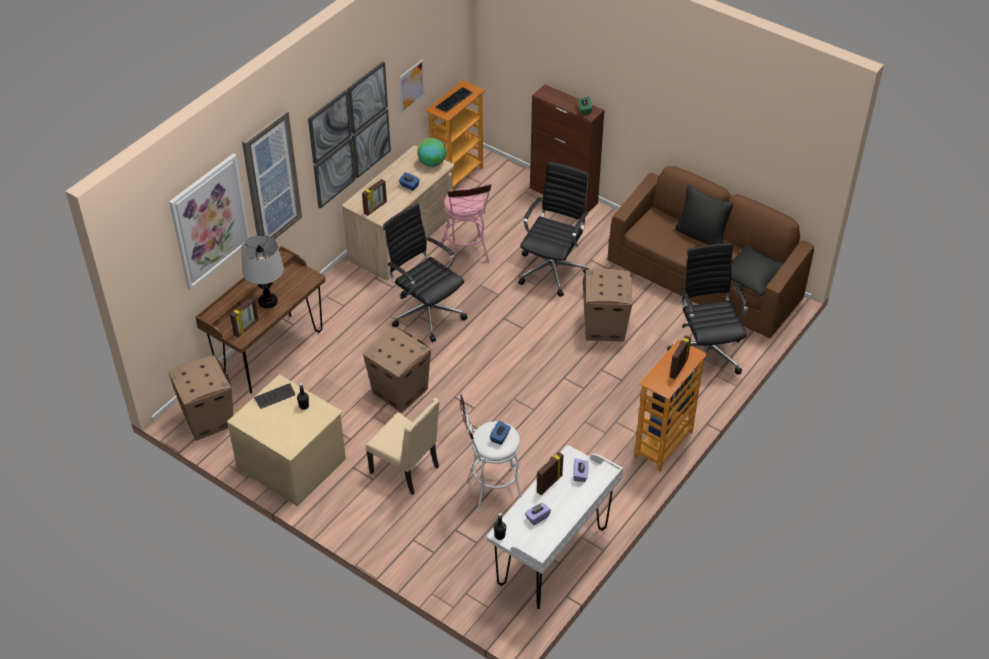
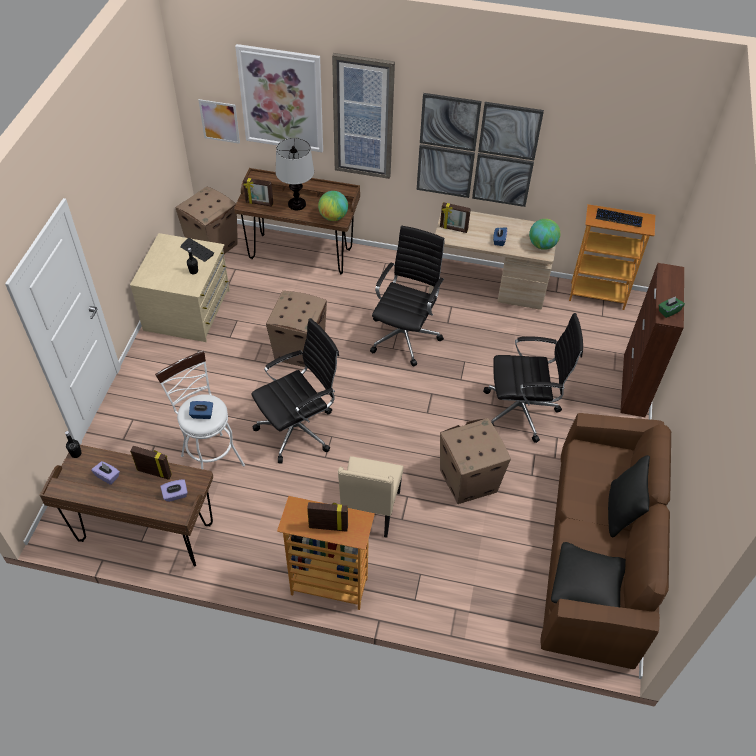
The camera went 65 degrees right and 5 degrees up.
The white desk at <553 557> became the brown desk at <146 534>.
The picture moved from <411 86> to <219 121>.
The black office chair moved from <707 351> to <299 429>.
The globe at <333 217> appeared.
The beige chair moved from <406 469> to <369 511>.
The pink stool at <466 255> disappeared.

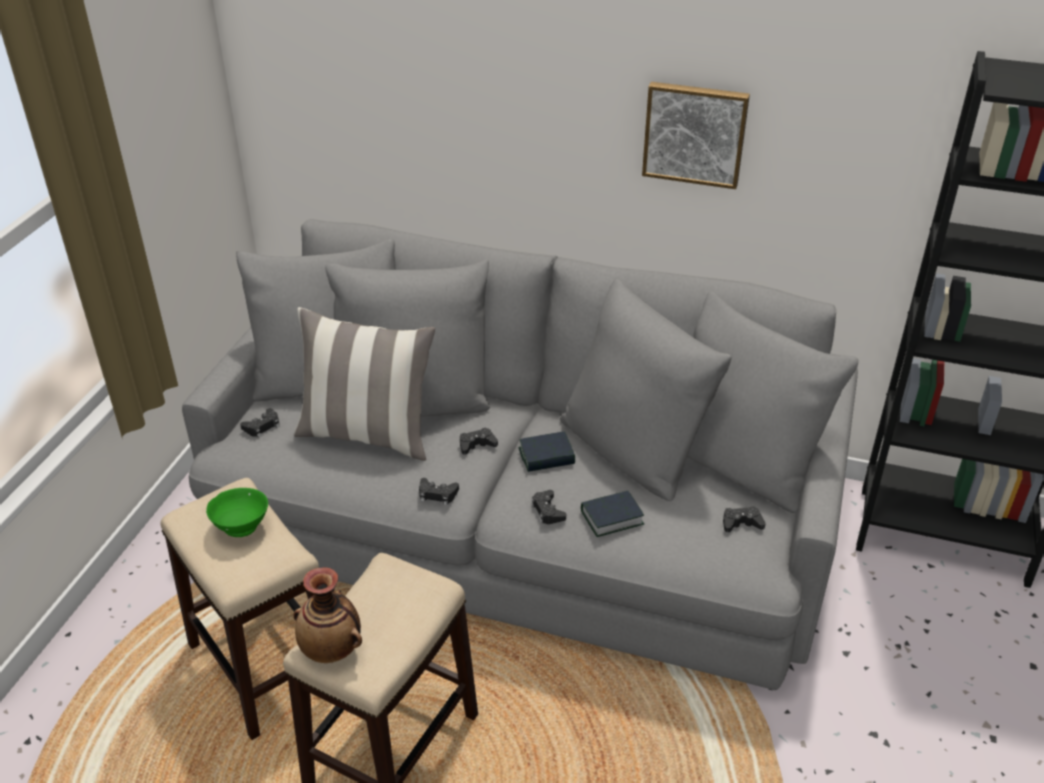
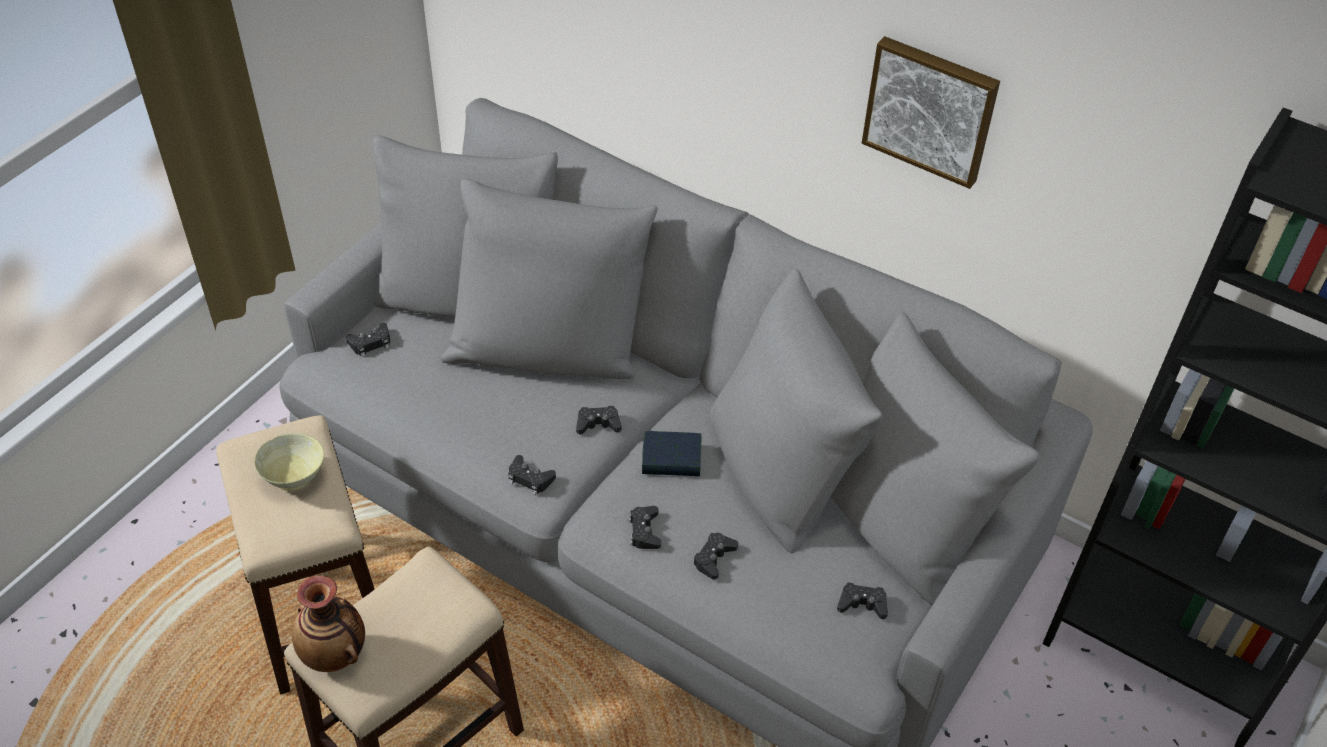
The camera went 15 degrees right and 10 degrees up.
The green bowl at <242 526> became the beige bowl at <295 477>.
The book at <611 518> was replaced by the black game controller at <714 558>.
The pillow at <367 435> disappeared.

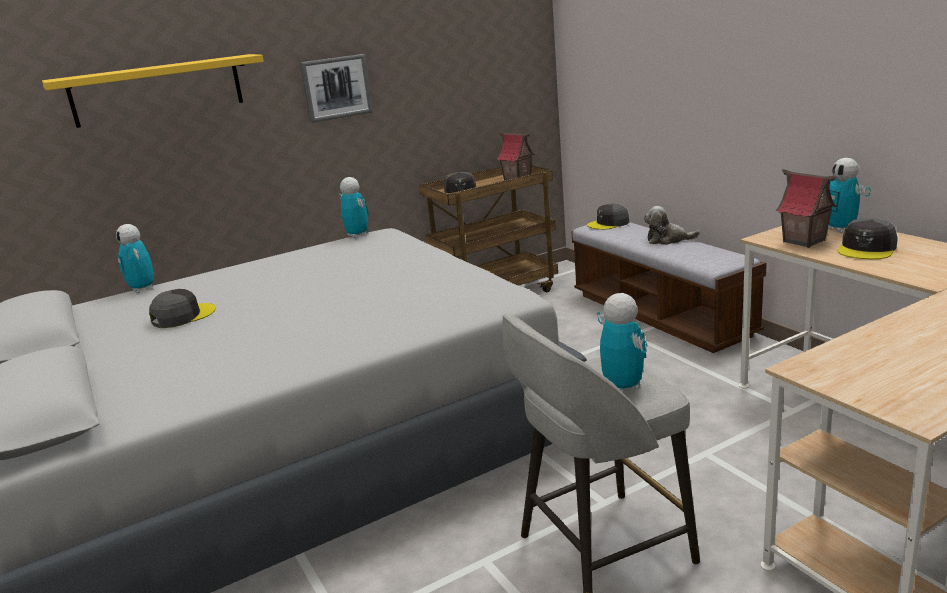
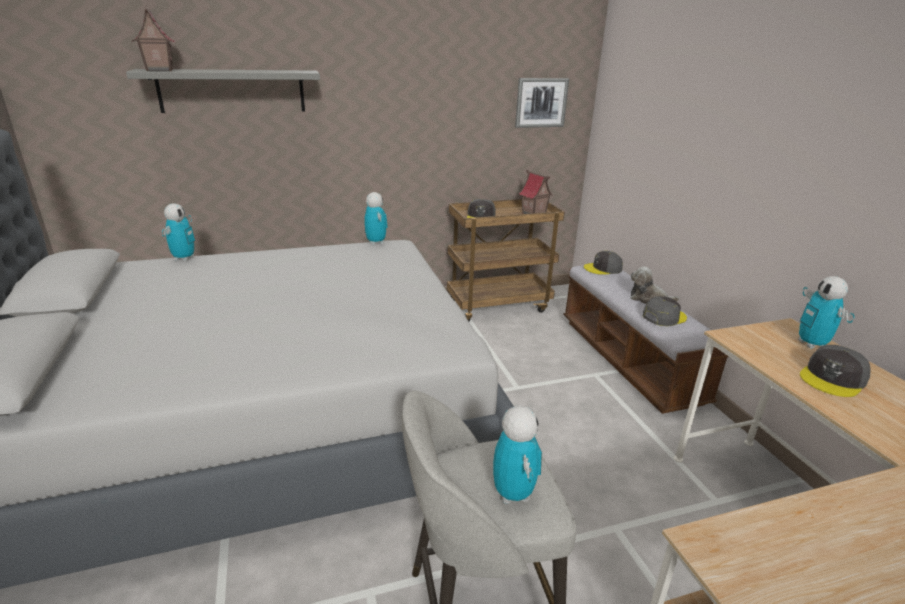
The camera went 10 degrees right and 5 degrees up.
The yellow shelf at <157 90> became the grey shelf at <232 91>.
The toy house moved from <803 241> to <159 70>.
The toy robot at <142 289> turned 150 degrees counterclockwise.
The picture moved from <336 88> to <541 102>.
The grey cap moved from <183 316> to <663 317>.

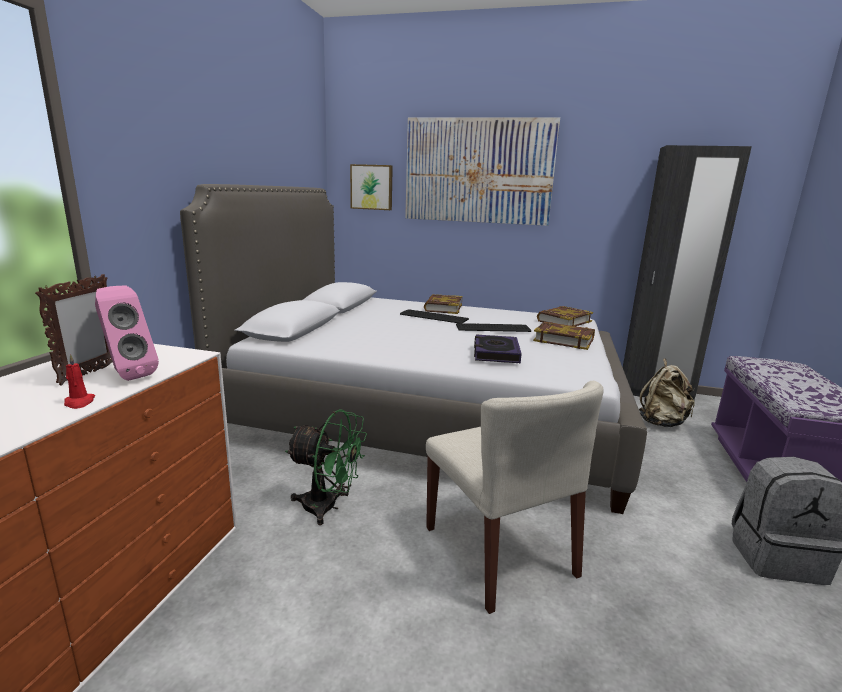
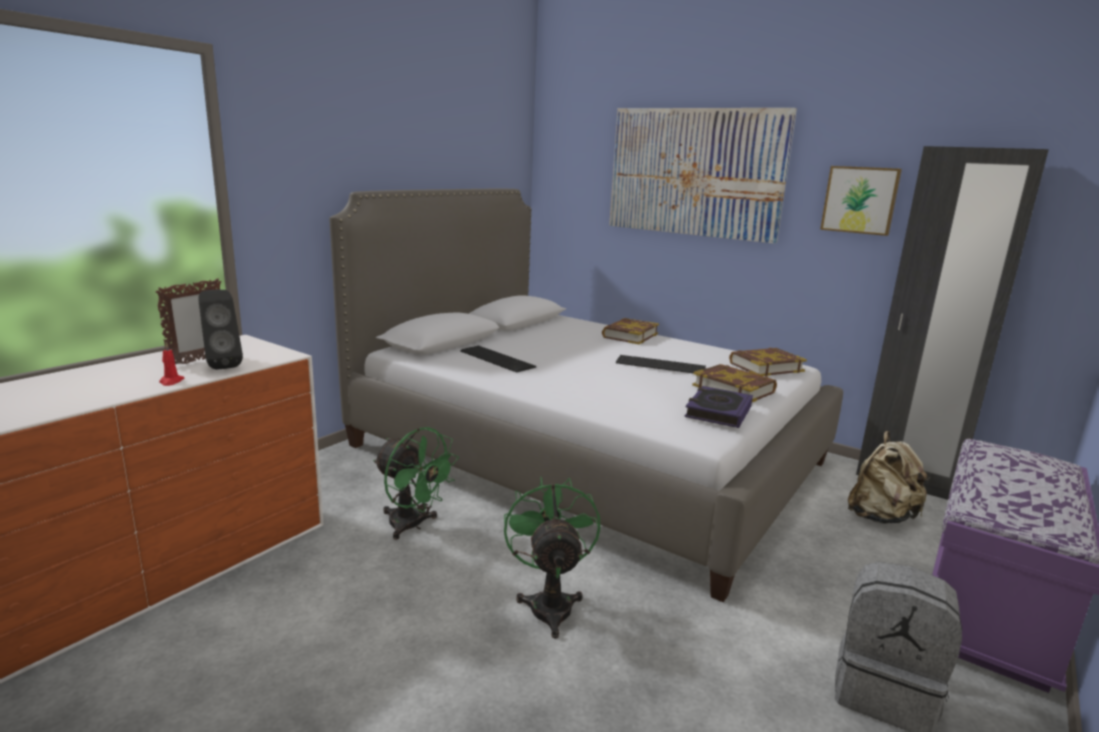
The camera went 20 degrees right and 0 degrees up.
The pink speaker at <127 375> became the black speaker at <222 365>.
The keyboard moved from <433 316> to <497 358>.
The beige chair at <500 551> was replaced by the green fan at <550 603>.
The book moved from <496 353> to <718 412>.
The picture moved from <372 187> to <860 200>.

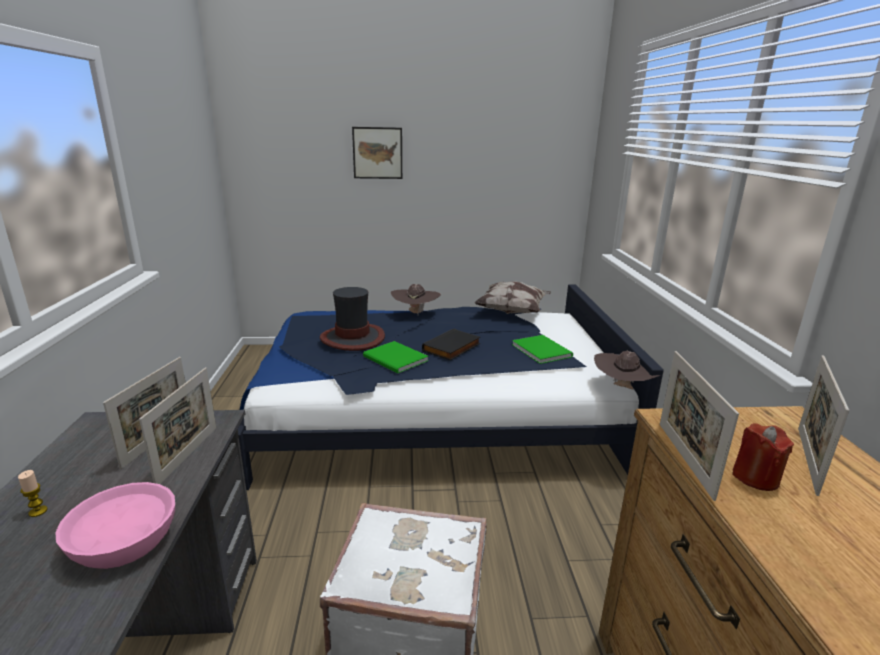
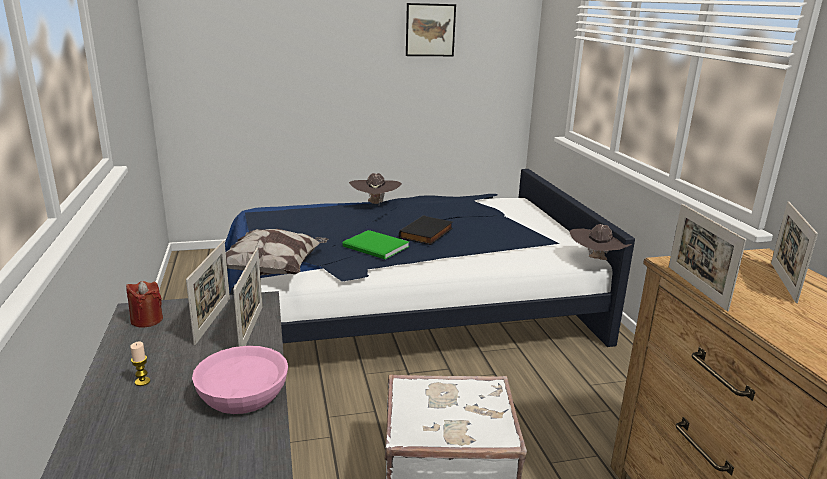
The camera went 10 degrees left and 0 degrees up.
The red candle moved from <755 477> to <147 320>.
The pillow moved from <513 311> to <274 270>.
The picture moved from <377 153> to <430 30>.
The hat at <353 338> disappeared.
The green book at <541 350> disappeared.

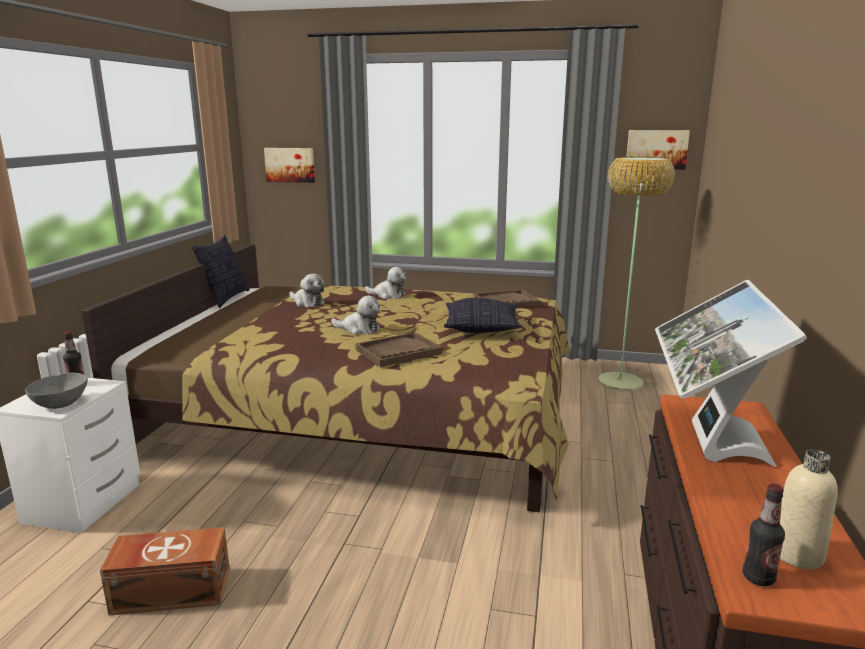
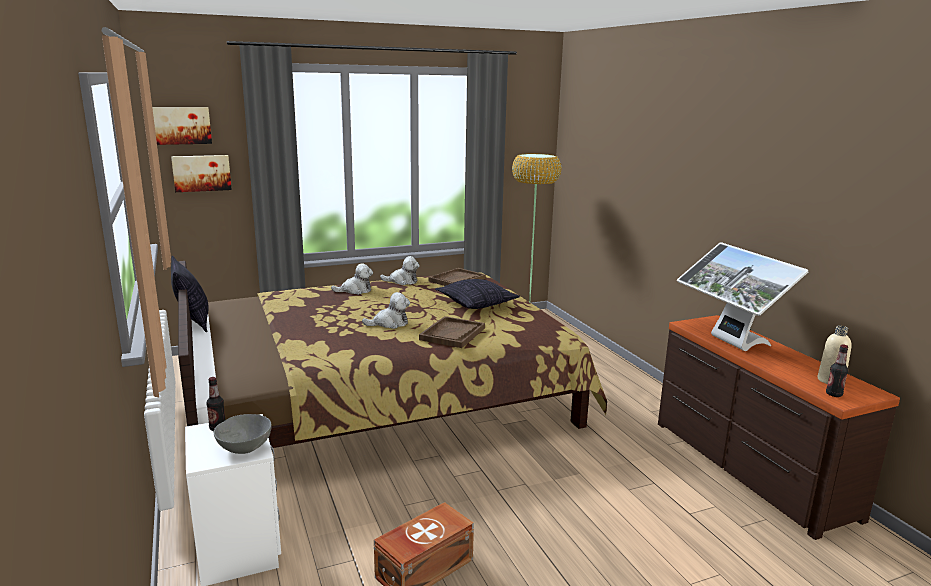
The camera went 35 degrees left and 0 degrees up.
The picture moved from <656 149> to <181 125>.
The plush toy moved from <307 303> to <402 281>.

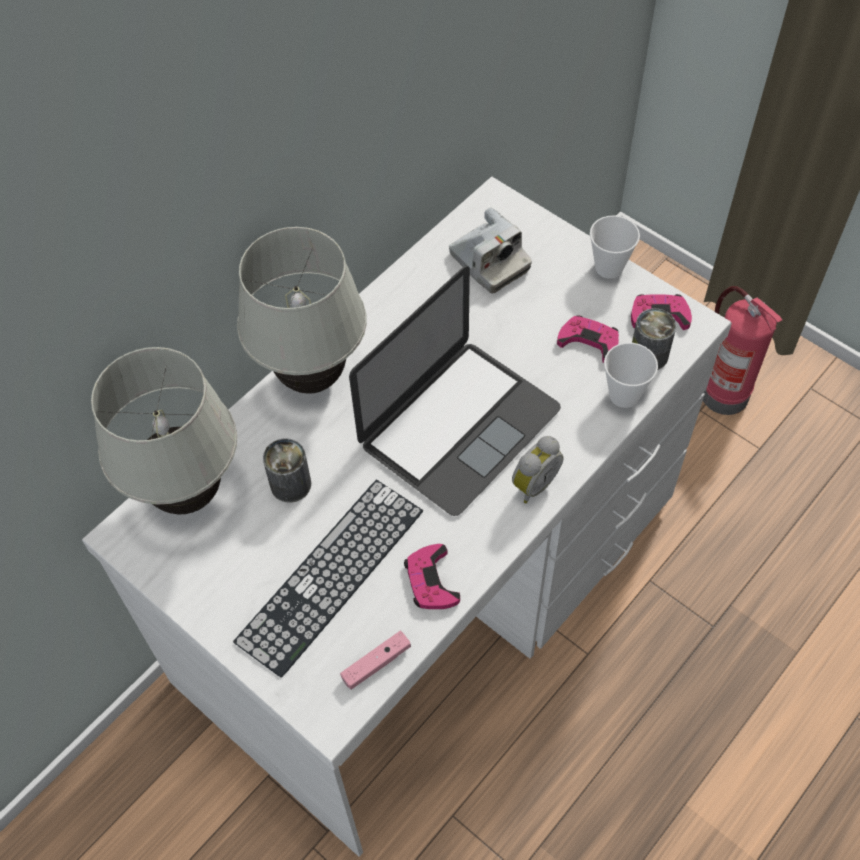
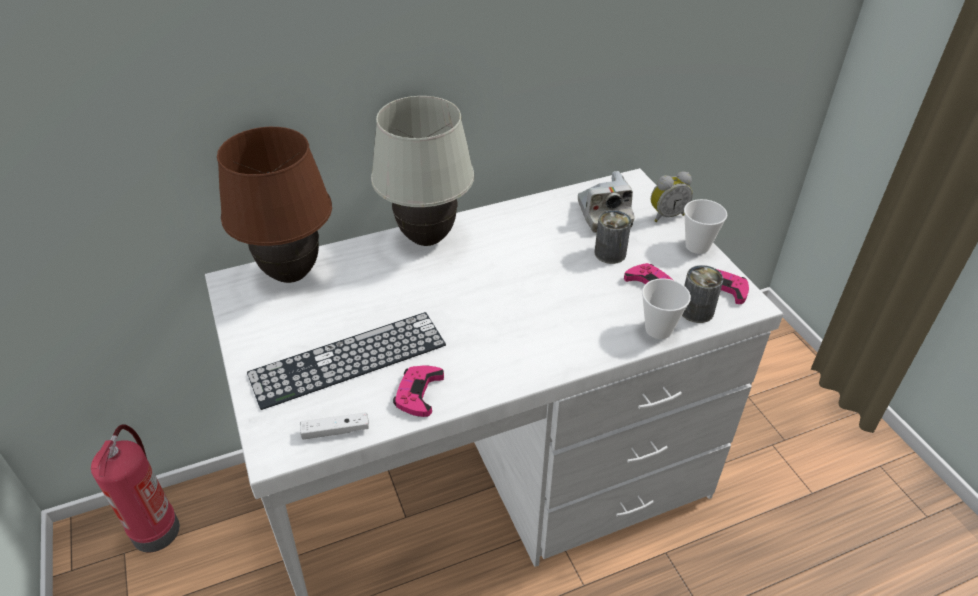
The camera went 25 degrees right and 15 degrees down.
The fire extinguisher moved from <722 393> to <155 529>.
The white table lamp at <187 495> became the brown table lamp at <291 274>.
The pink game controller at <376 663> became the white game controller at <335 431>.
The can moved from <290 484> to <610 253>.
The alarm clock moved from <533 483> to <666 215>.
The laptop at <459 426> disappeared.

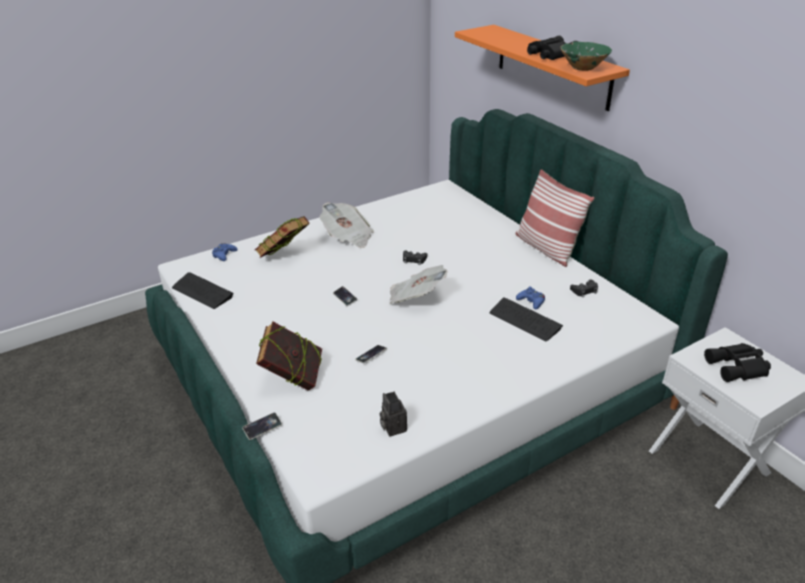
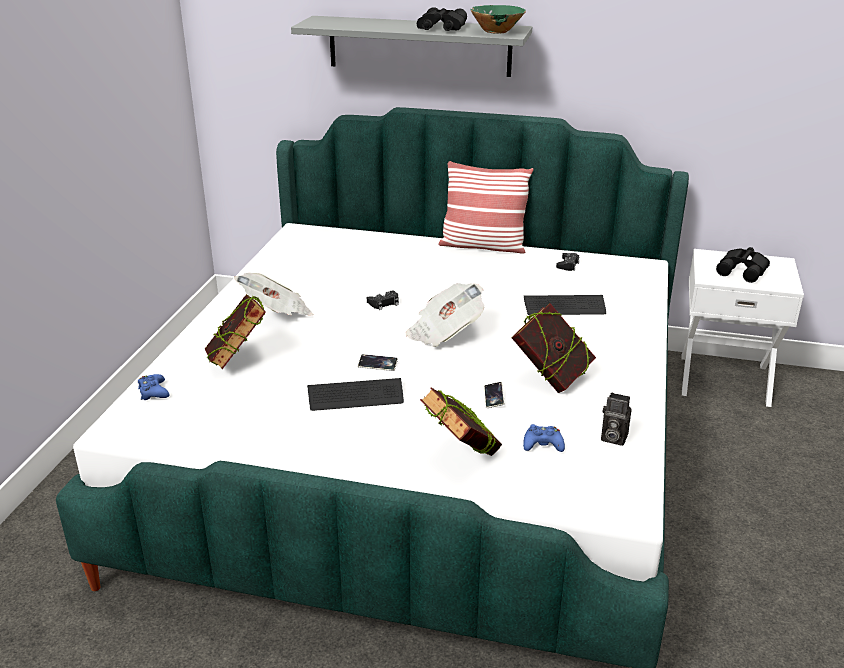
The camera went 45 degrees left and 5 degrees down.
The orange shelf at <552 66> became the grey shelf at <419 46>.
The keyboard moved from <202 292> to <355 396>.
The book at <551 378> appeared.
The blue game controller moved from <531 301> to <543 444>.
The phone at <262 428> disappeared.

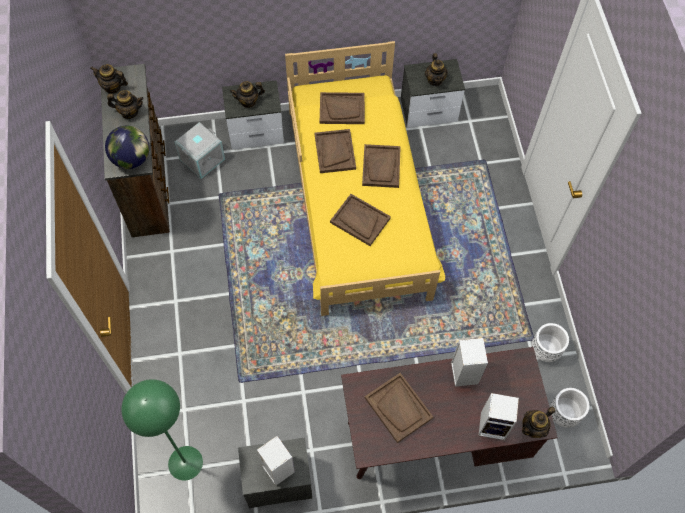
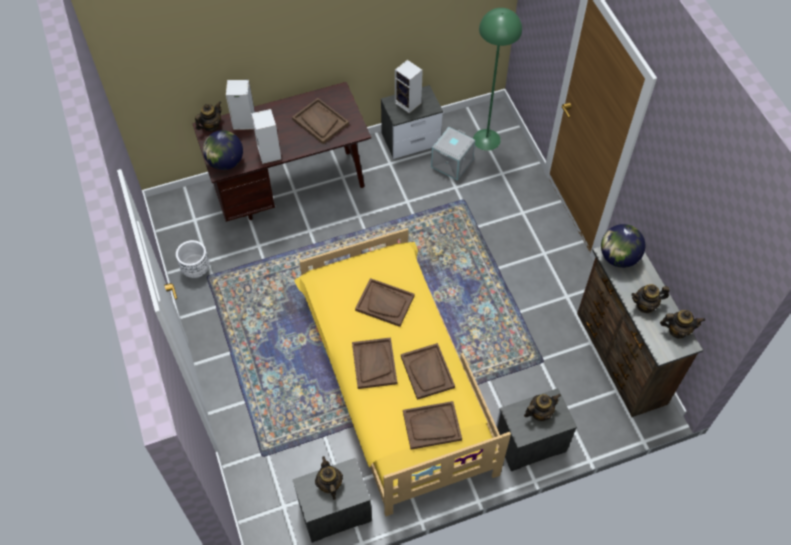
The camera went 170 degrees right and 5 degrees down.
The globe at <225 162> appeared.
The grey storage box moved from <202 158> to <452 163>.
The white planter at <563 414> disappeared.

